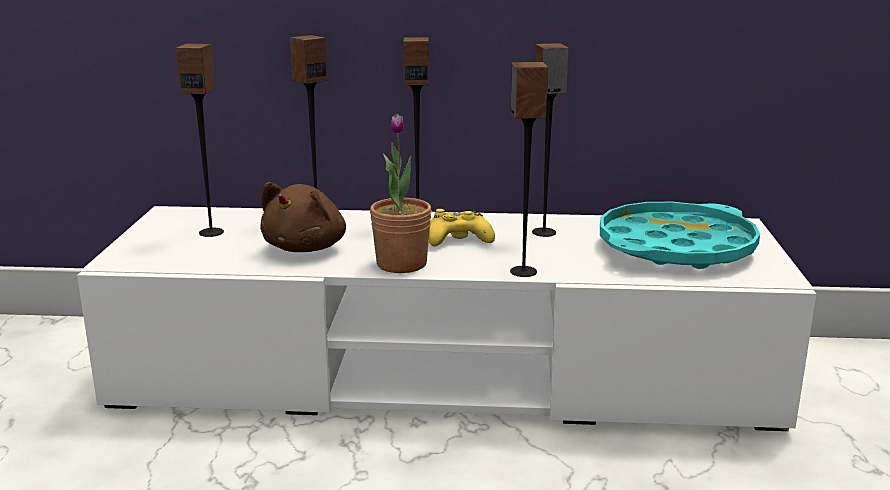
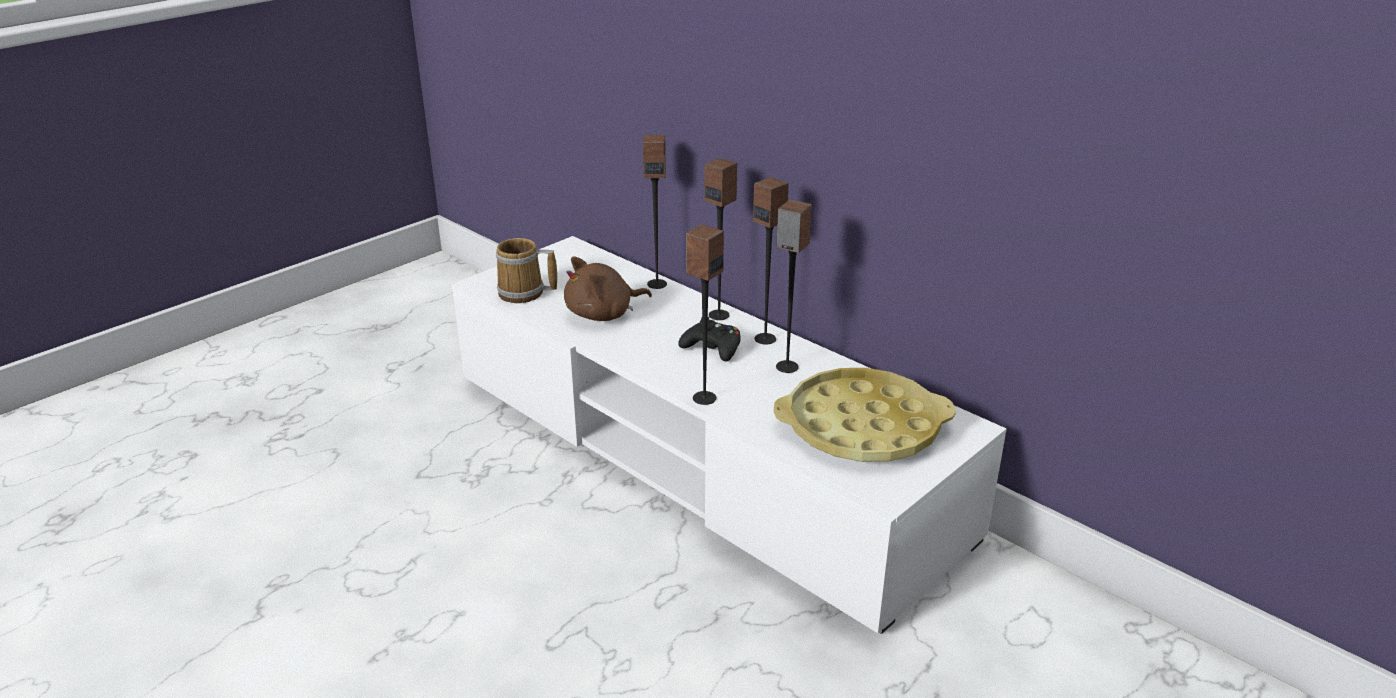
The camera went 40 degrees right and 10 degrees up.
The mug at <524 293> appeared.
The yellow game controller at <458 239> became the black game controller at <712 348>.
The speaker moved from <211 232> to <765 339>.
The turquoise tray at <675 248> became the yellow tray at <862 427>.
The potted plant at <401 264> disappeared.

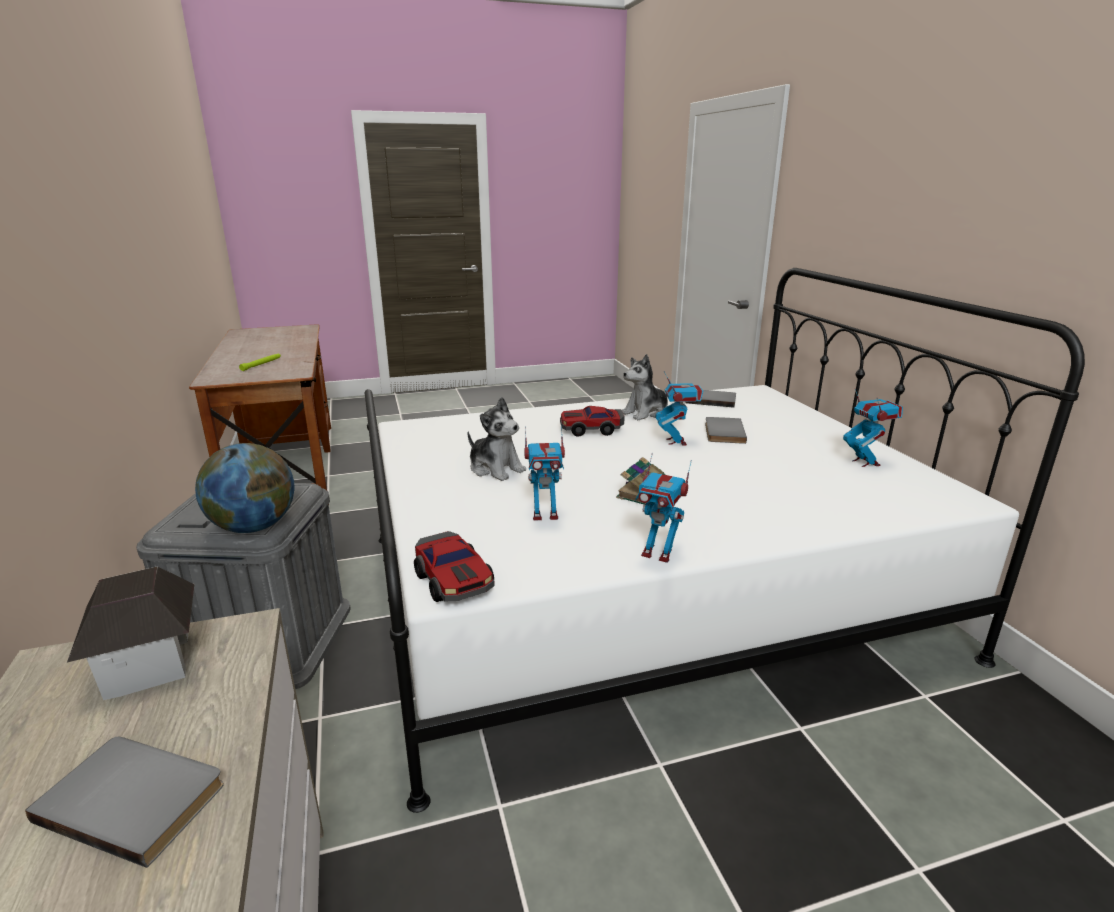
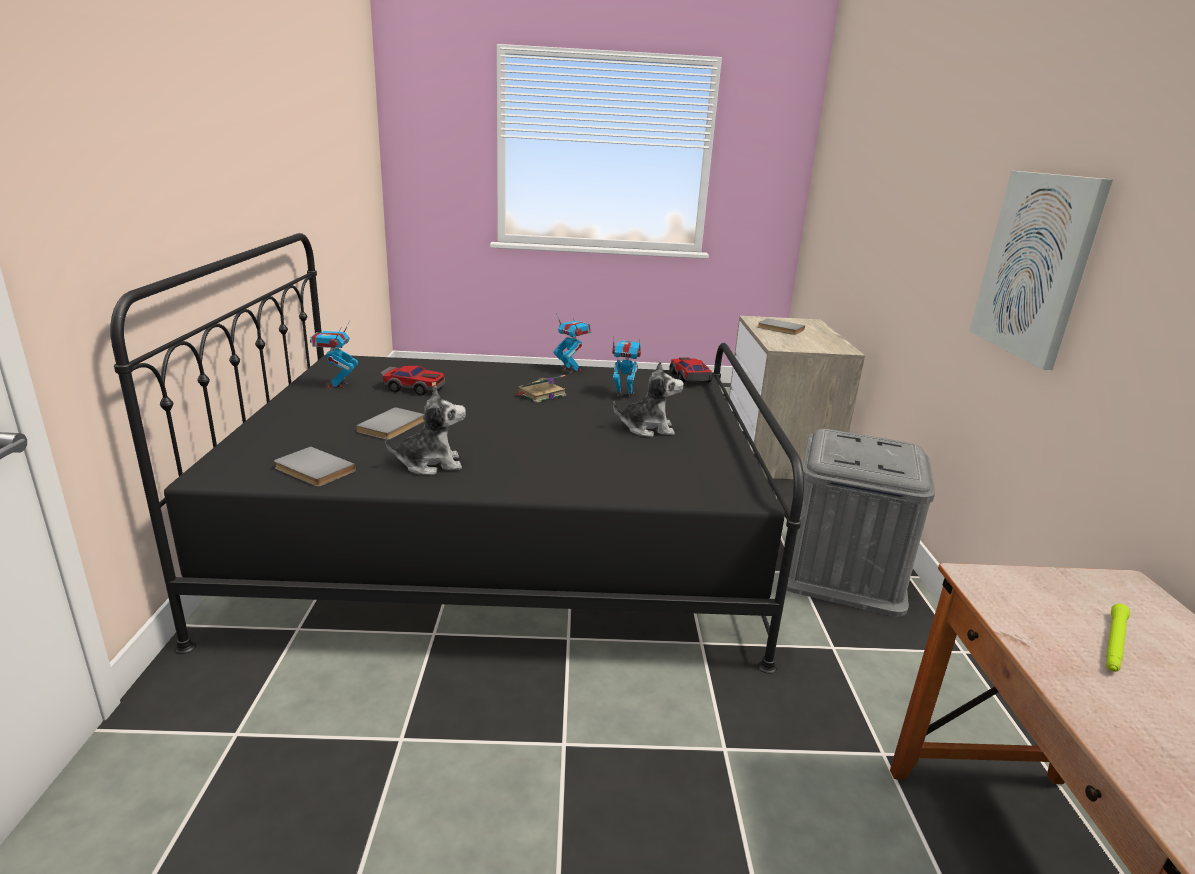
The camera went 165 degrees left and 0 degrees up.
The white bed at <642 592> became the black bed at <504 543>.
The toy car moved from <591 429> to <414 388>.
The plush toy at <495 469> turned 120 degrees clockwise.
The picture at <1036 266> appeared.
The toy house at <149 664> disappeared.
The globe at <254 527> disappeared.
The toy robot at <676 441> disappeared.

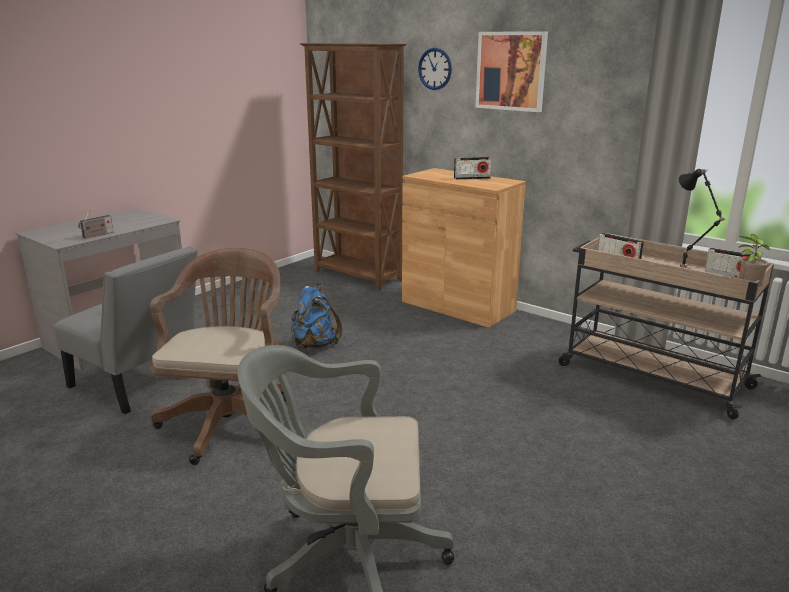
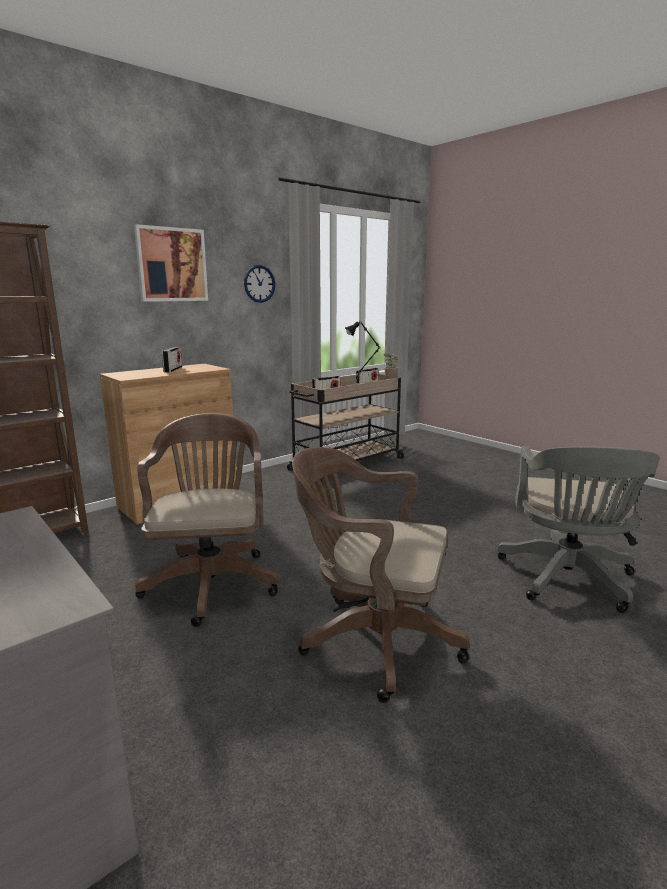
The camera went 80 degrees left and 5 degrees down.
The blue backpack at <314 345> was replaced by the brown office chair at <212 580>.
The wall clock moved from <435 69> to <259 284>.
The grey chair at <139 384> disappeared.
The radio at <97 235> disappeared.

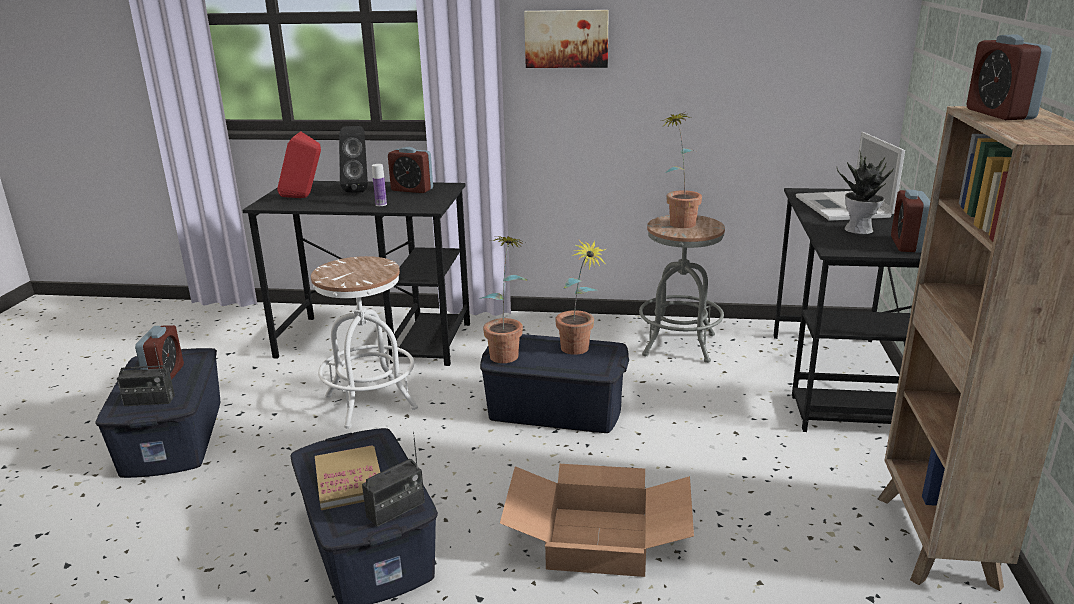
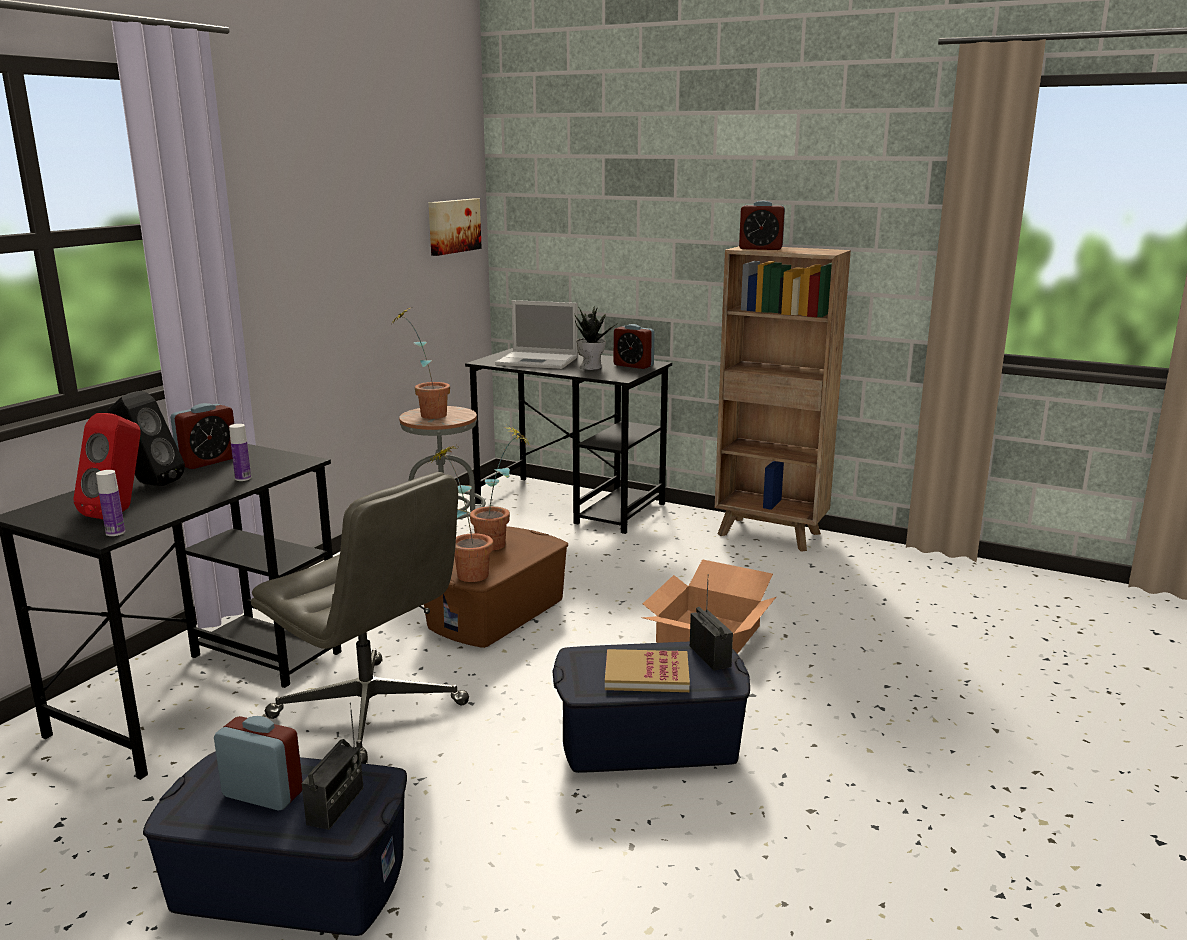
The camera went 70 degrees left and 5 degrees down.
The bottle at <115 533> appeared.
The white stool at <371 402> was replaced by the grey office chair at <371 711>.
The blue storage box at <555 409> became the brown storage box at <498 613>.
The picture moved from <566 38> to <453 226>.

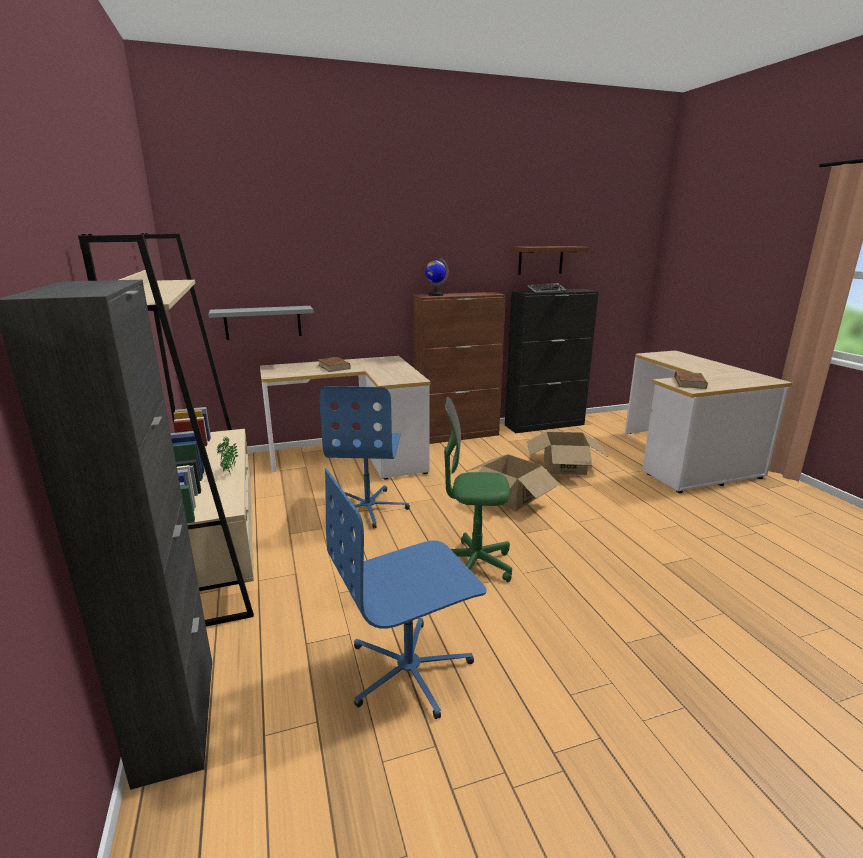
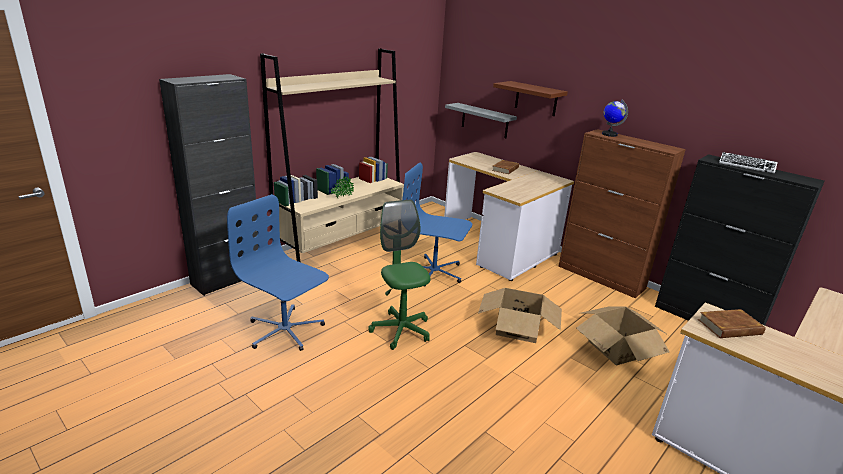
The camera went 60 degrees right and 5 degrees up.
The blue office chair at <368 508> turned 45 degrees clockwise.
The brown shelf moved from <540 260> to <536 98>.

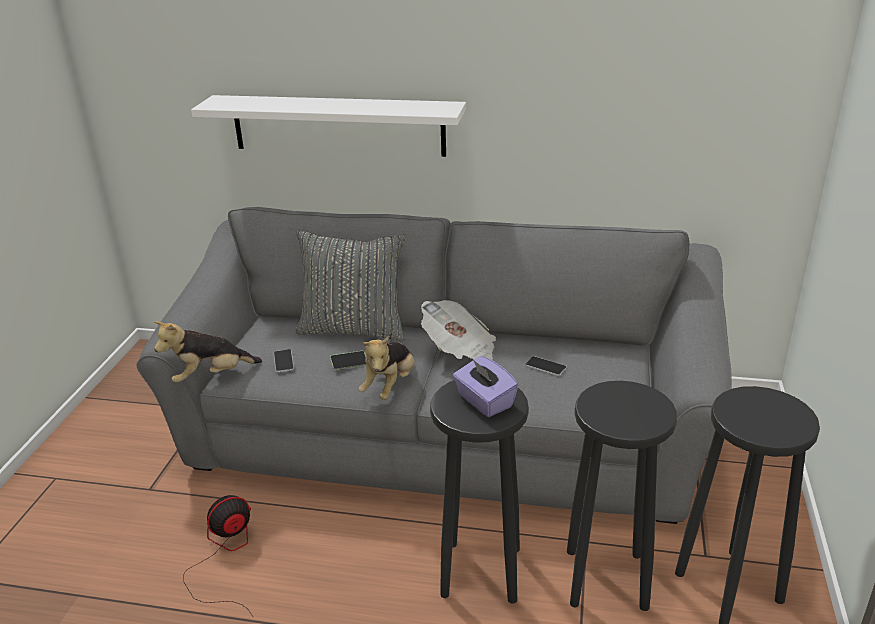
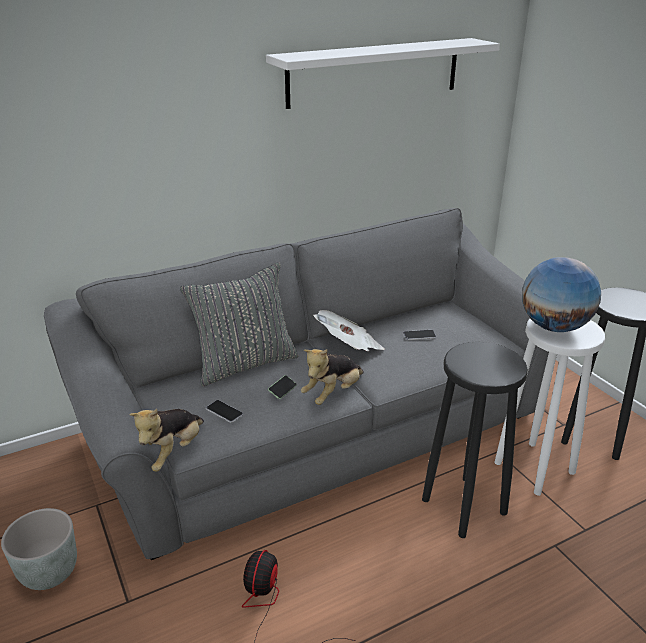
The camera went 40 degrees left and 0 degrees up.
The grey planter at <49 574> appeared.
The white shelf moved from <338 125> to <375 72>.
The plush toy at <390 386> turned 60 degrees clockwise.
The black stool at <607 579> became the white stool at <535 467>.
The globe at <553 327> appeared.
The purple tissue box at <484 401> disappeared.

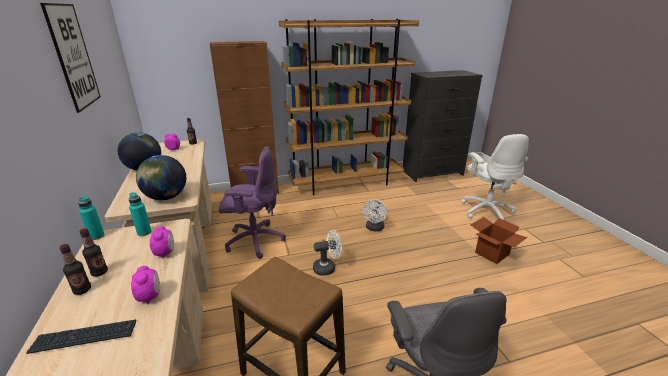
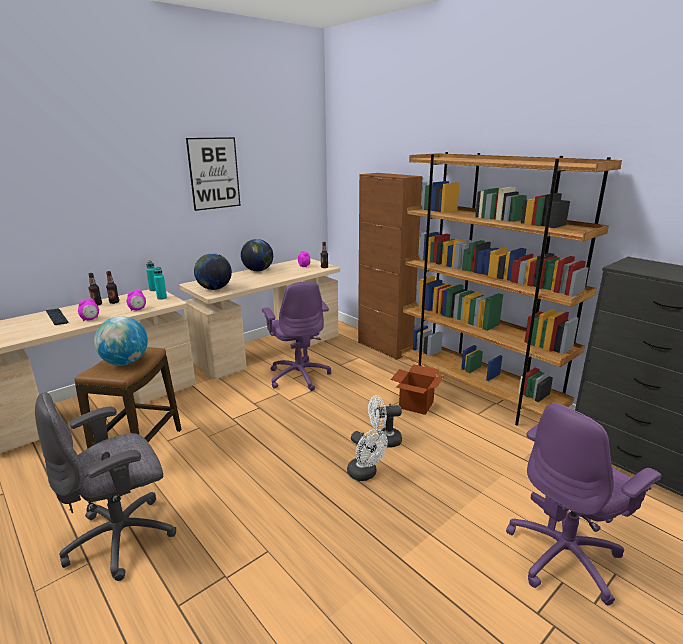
The camera went 65 degrees right and 5 degrees down.
The globe at <125 362> appeared.
The white fan moved from <327 268> to <365 474>.
The cardboard box moved from <492 253> to <416 405>.
The white office chair at <486 211> became the purple office chair at <565 556>.

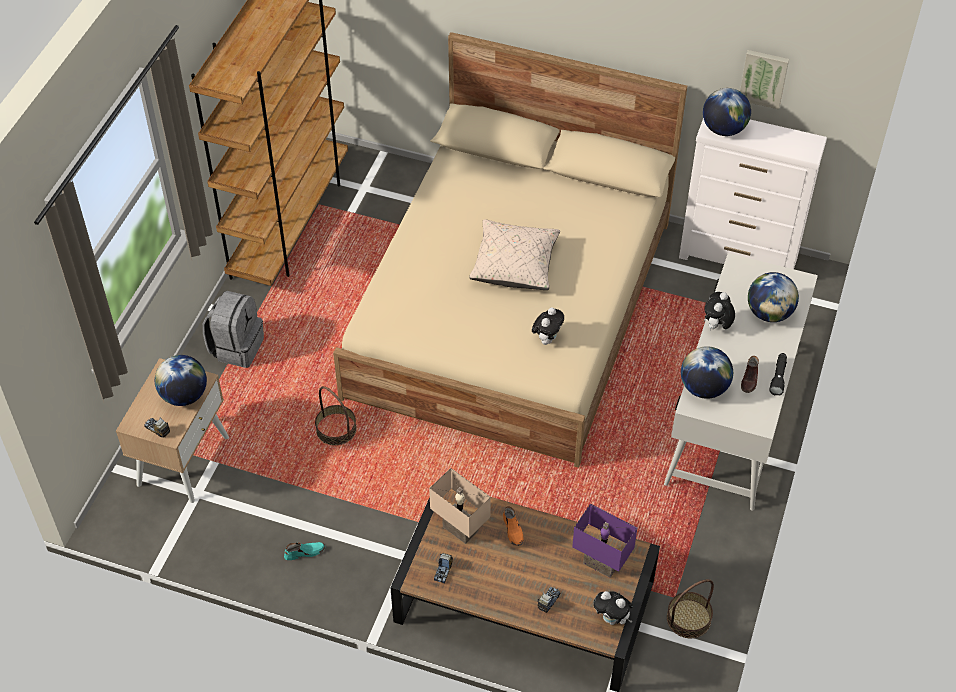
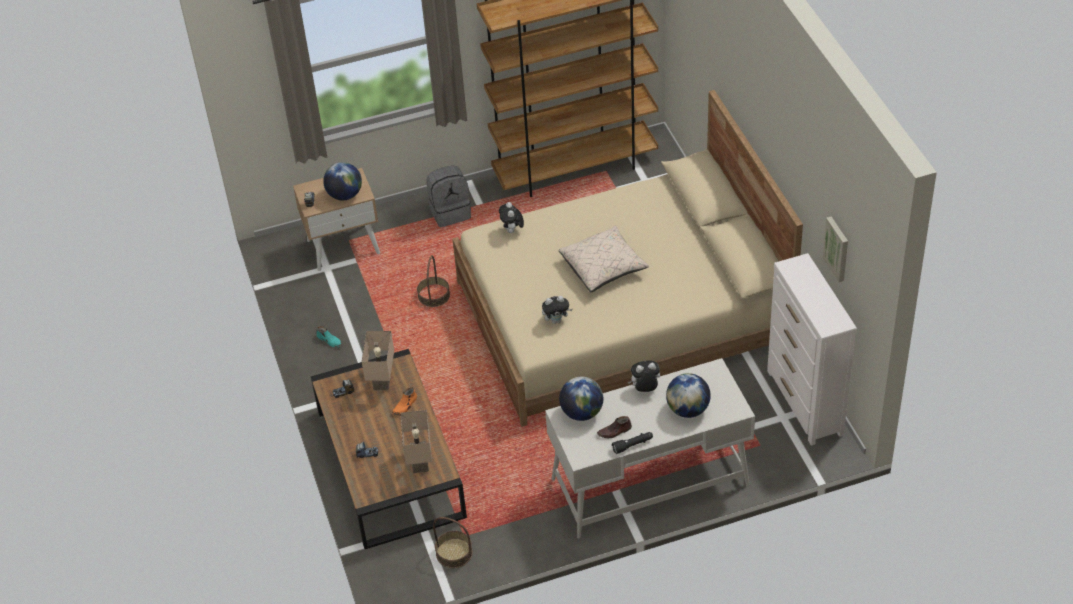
The camera went 55 degrees right and 5 degrees down.
The purple table lamp at <602 562> became the beige table lamp at <421 462>.
The plush toy moved from <612 619> to <512 231>.
The globe at <723 129> disappeared.

